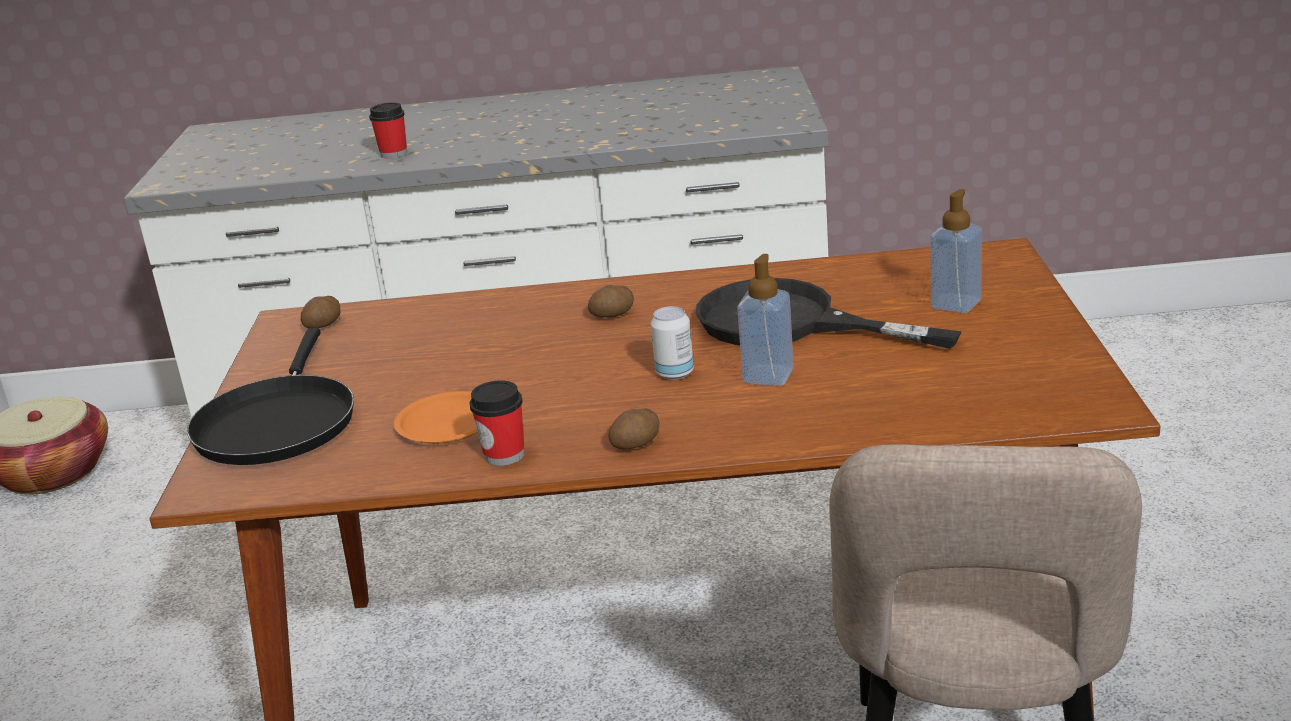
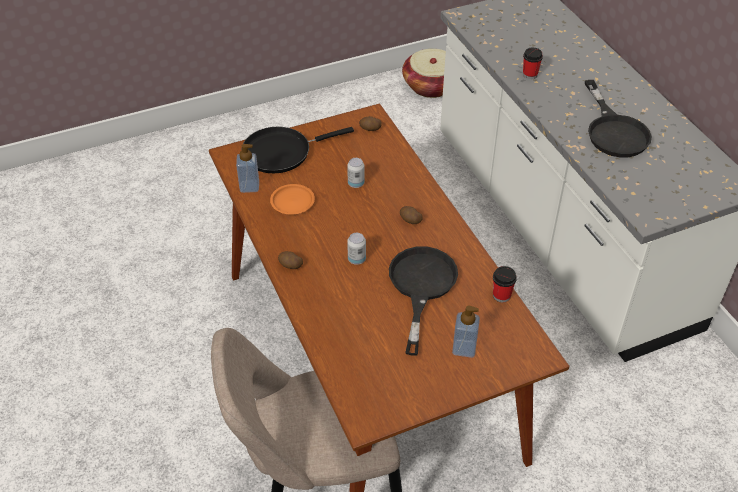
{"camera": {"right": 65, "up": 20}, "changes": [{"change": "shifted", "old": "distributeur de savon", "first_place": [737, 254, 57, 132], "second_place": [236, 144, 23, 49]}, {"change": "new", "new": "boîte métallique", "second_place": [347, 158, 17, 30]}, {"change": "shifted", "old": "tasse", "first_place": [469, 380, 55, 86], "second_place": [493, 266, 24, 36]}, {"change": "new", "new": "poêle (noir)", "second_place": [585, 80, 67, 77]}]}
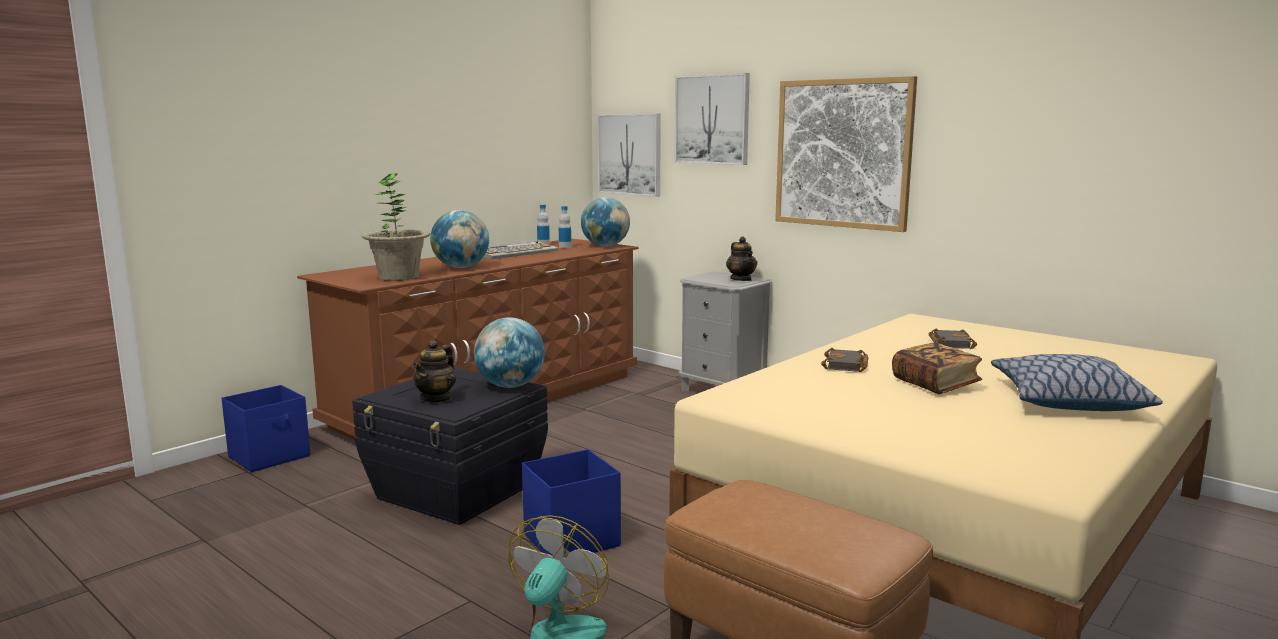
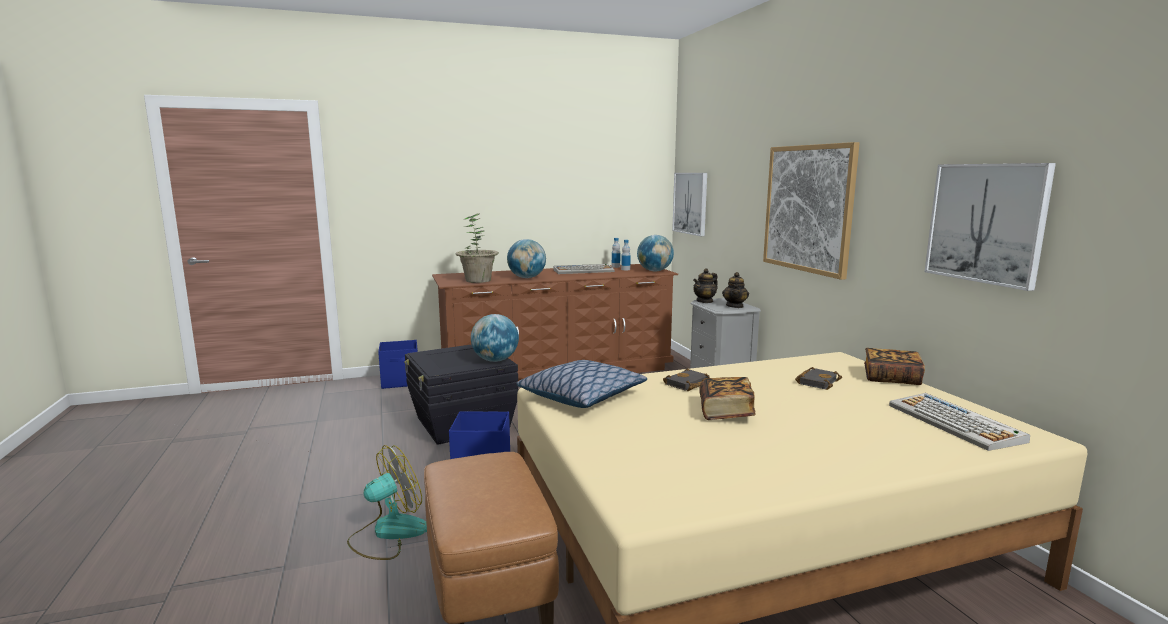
{"camera": {"right": 30, "up": 0}, "changes": [{"change": "shifted", "old": "coussin", "first_place": [991, 354, 172, 57], "second_place": [516, 360, 131, 48]}, {"change": "shifted", "old": "théière", "first_place": [413, 340, 43, 63], "second_place": [693, 268, 25, 35]}, {"change": "new", "new": "livre", "second_place": [864, 348, 61, 37]}, {"change": "new", "new": "clavier", "second_place": [889, 393, 141, 58]}, {"change": "shifted", "old": "tableau", "first_place": [675, 73, 75, 92], "second_place": [925, 163, 131, 128]}]}
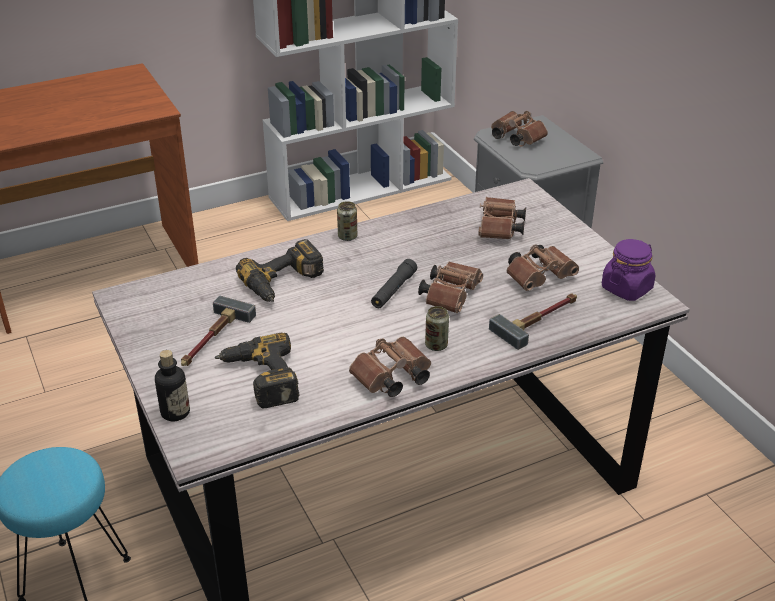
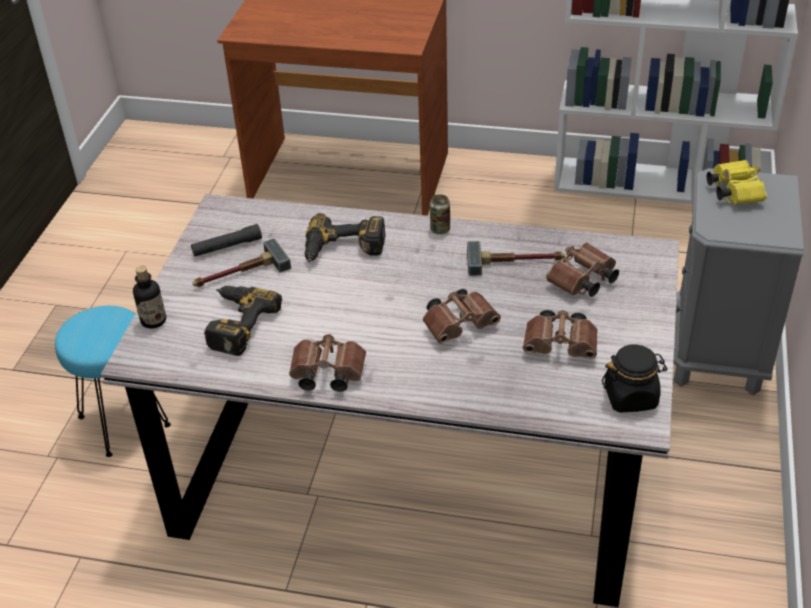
{"camera": {"right": 40, "up": 5}, "changes": [{"change": "shifted", "old": "lampe de poche (noir)", "first_place": [371, 259, 46, 49], "second_place": [191, 224, 71, 32]}, {"change": "shifted", "old": "marteau", "first_place": [489, 293, 88, 57], "second_place": [467, 241, 98, 35]}, {"change": "repainted", "old": "bocal (violet)", "new": "bocal (noir)", "first_place": [602, 239, 53, 62], "second_place": [602, 344, 66, 69]}, {"change": "repainted", "old": "jumelles (marron)", "new": "jumelles (jaune)", "first_place": [491, 111, 57, 36], "second_place": [707, 160, 60, 44]}, {"change": "gone", "old": "boîte métallique", "first_place": [425, 306, 24, 45]}]}
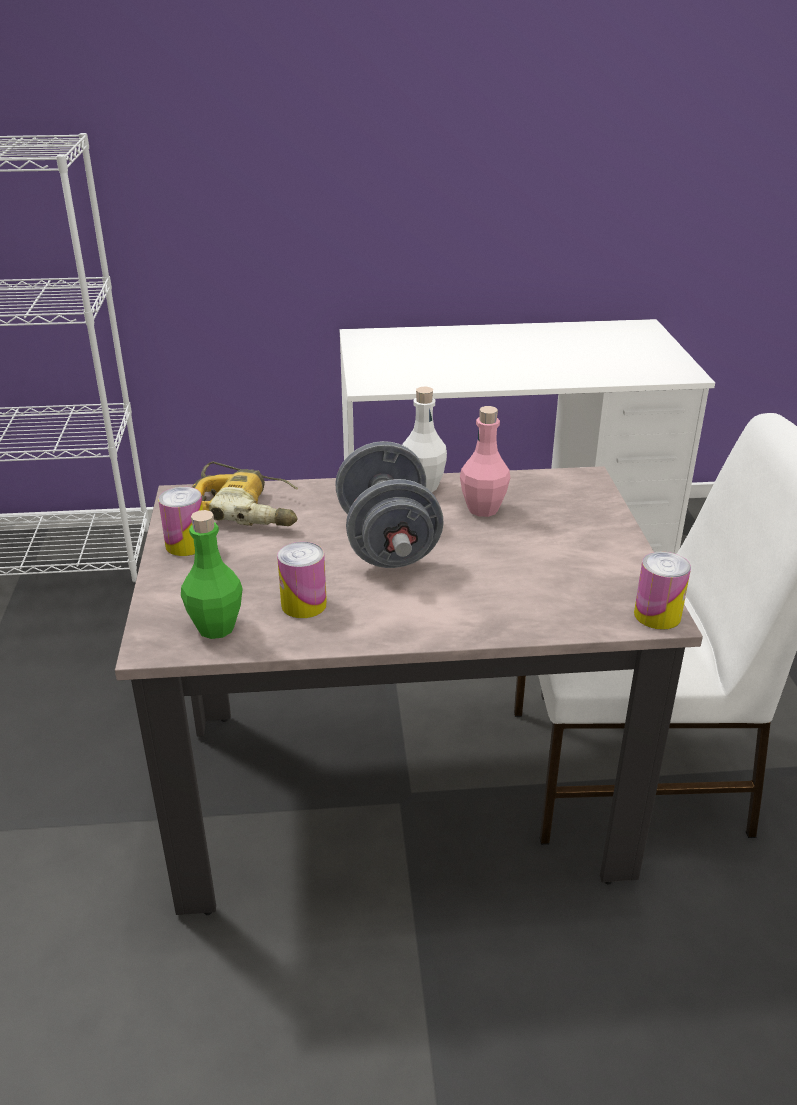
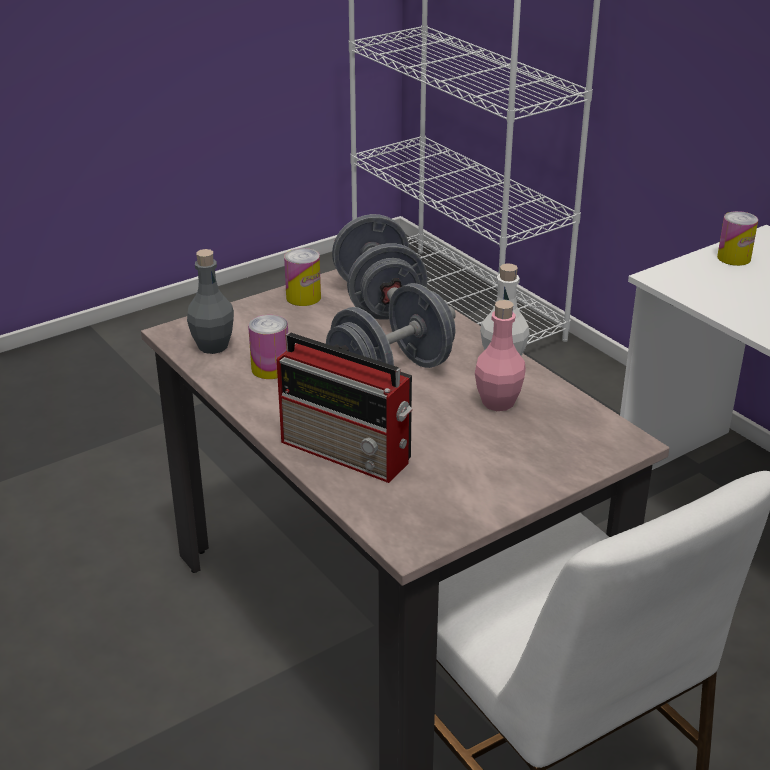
{"camera": {"right": 60, "up": 0}, "changes": [{"change": "repainted", "old": "bouteille (vert)", "new": "bouteille (gris)", "first_place": [181, 510, 62, 129], "second_place": [187, 249, 47, 105]}, {"change": "new", "new": "radio", "second_place": [277, 333, 135, 150]}, {"change": "swapped", "old": "perceuse", "new": "haltère (gris)", "first_place": [192, 462, 106, 64], "second_place": [332, 214, 96, 106]}, {"change": "shifted", "old": "boîte métallique", "first_place": [634, 552, 57, 78], "second_place": [717, 211, 41, 55]}]}
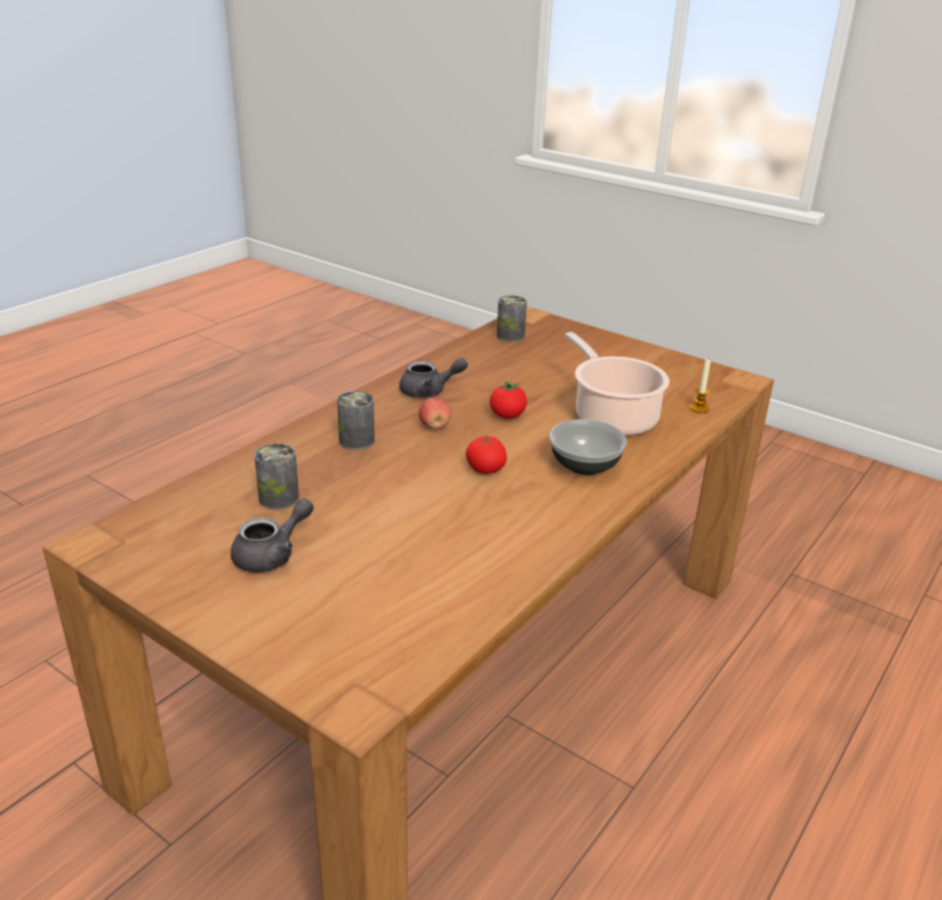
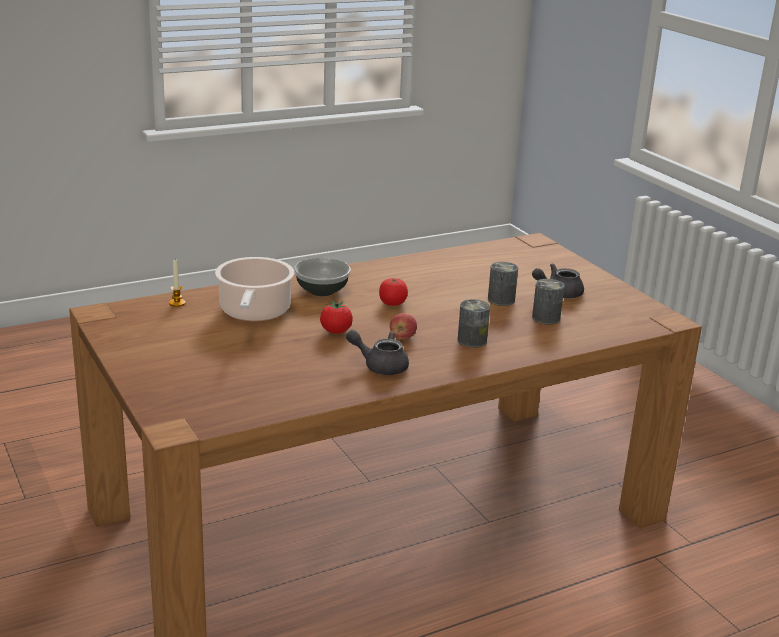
{"camera": {"right": -155, "up": -5}, "changes": [{"change": "shifted", "old": "boîte métallique", "first_place": [497, 295, 30, 47], "second_place": [488, 262, 30, 44]}]}
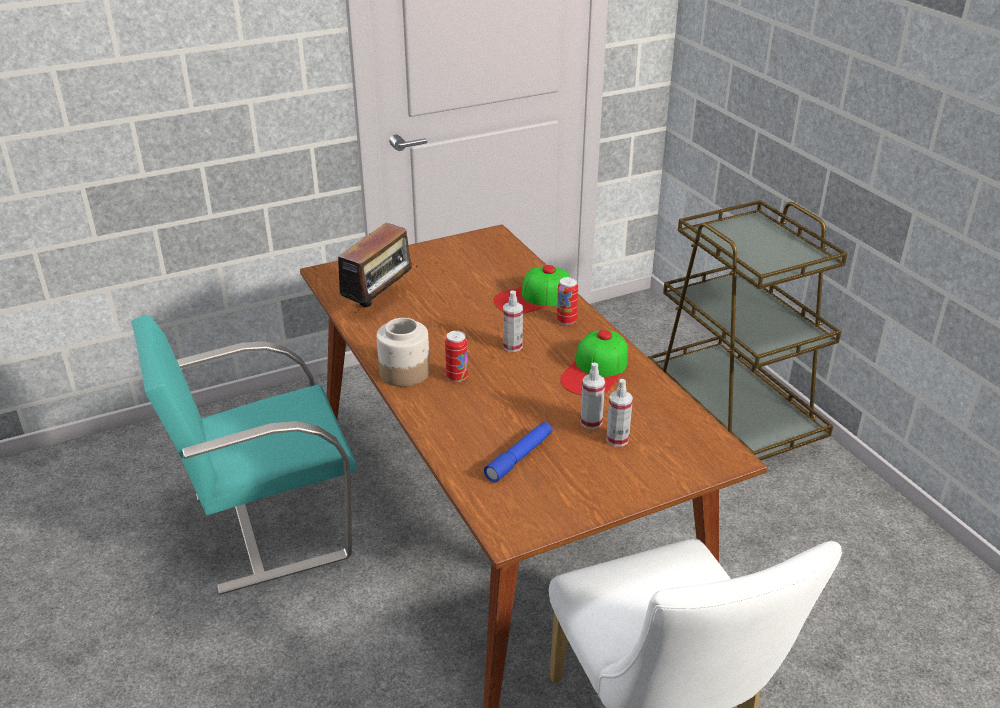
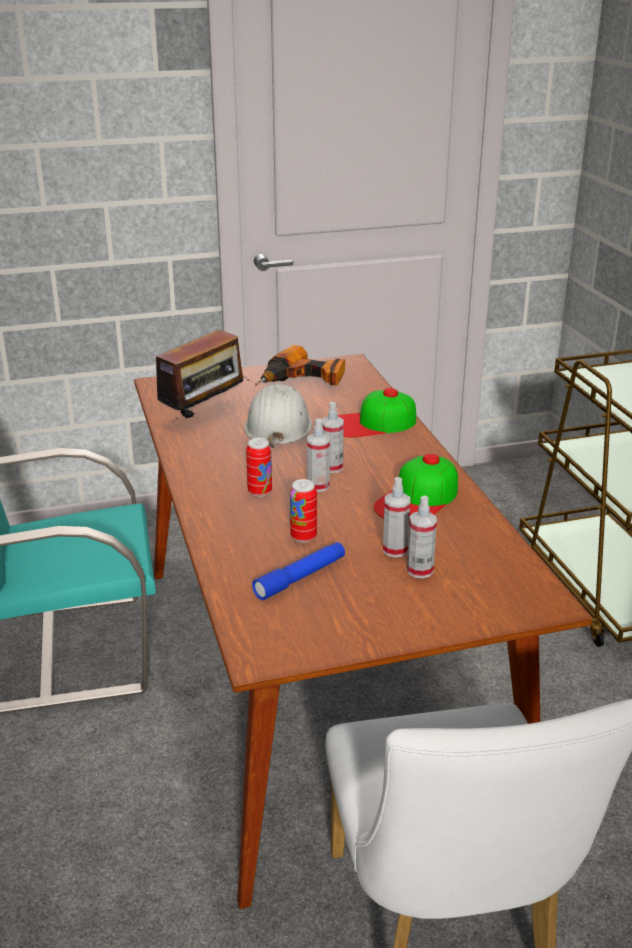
{"camera": {"right": 10, "up": -5}, "changes": [{"change": "new", "new": "casque de chantier (blanc)", "second_place": [245, 384, 67, 64]}, {"change": "new", "new": "perceuse", "second_place": [255, 345, 90, 41]}, {"change": "shifted", "old": "boîte métallique", "first_place": [557, 277, 21, 48], "second_place": [290, 479, 27, 63]}, {"change": "new", "new": "vaporisateur", "second_place": [307, 418, 23, 74]}, {"change": "gone", "old": "bocal", "first_place": [377, 318, 53, 69]}]}
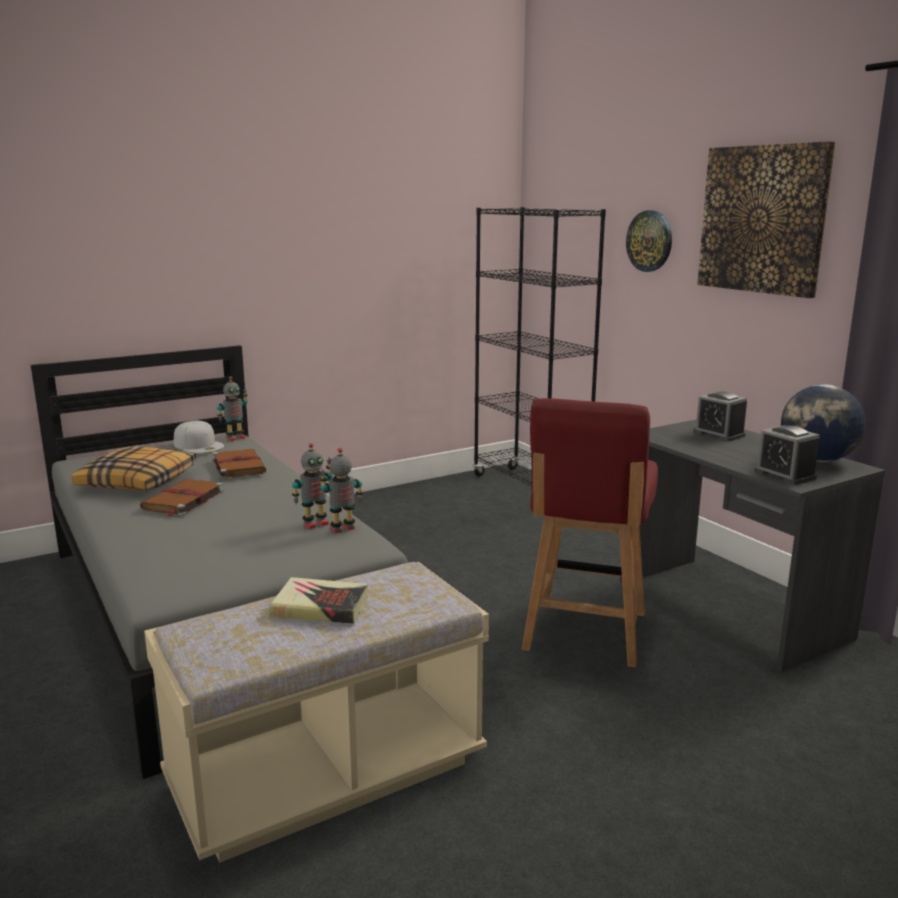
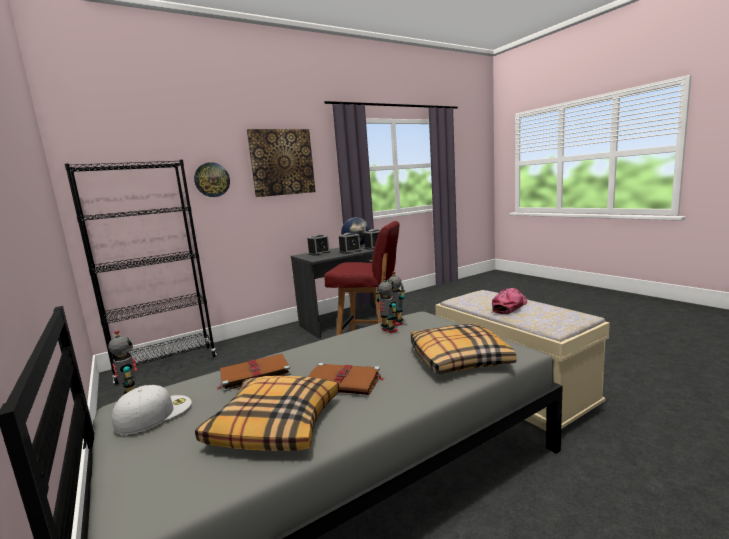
{"camera": {"right": -90, "up": -5}, "changes": [{"change": "new", "new": "réveil", "second_place": [339, 233, 23, 21]}, {"change": "new", "new": "coussin", "second_place": [411, 323, 105, 51]}, {"change": "swapped", "old": "livre", "new": "casquette", "first_place": [270, 577, 98, 47], "second_place": [492, 288, 35, 26]}]}
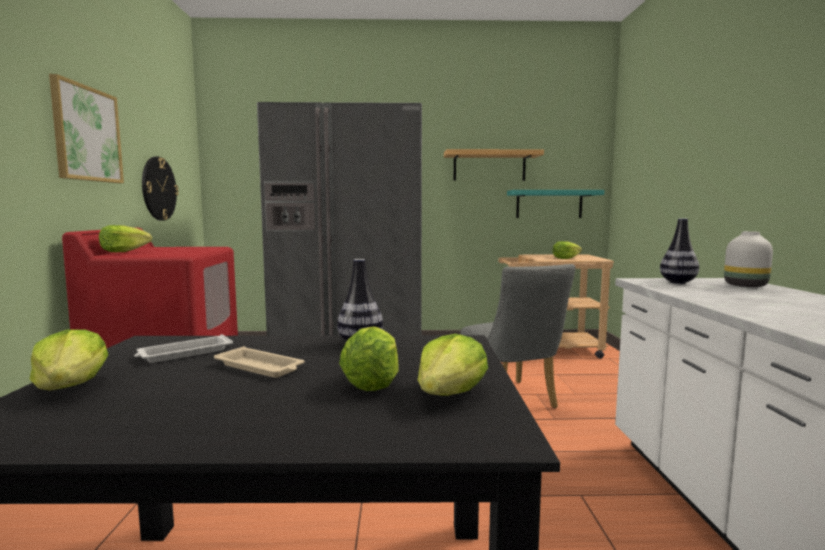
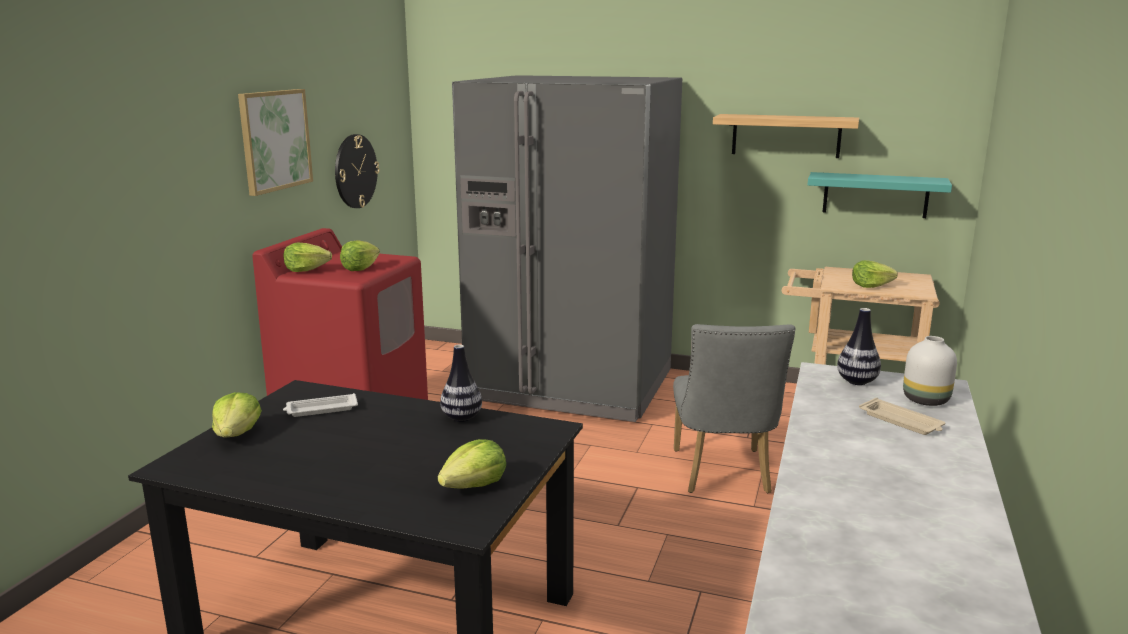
{"camera": {"right": 20, "up": 10}, "changes": [{"change": "shifted", "old": "laitue", "first_place": [339, 326, 60, 65], "second_place": [340, 240, 40, 31]}, {"change": "shifted", "old": "plateau (beige)", "first_place": [214, 346, 91, 32], "second_place": [859, 398, 86, 37]}]}
